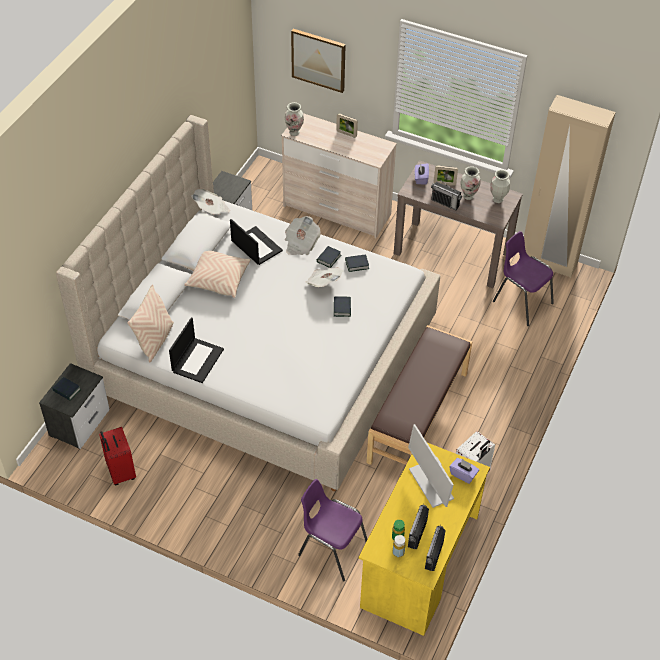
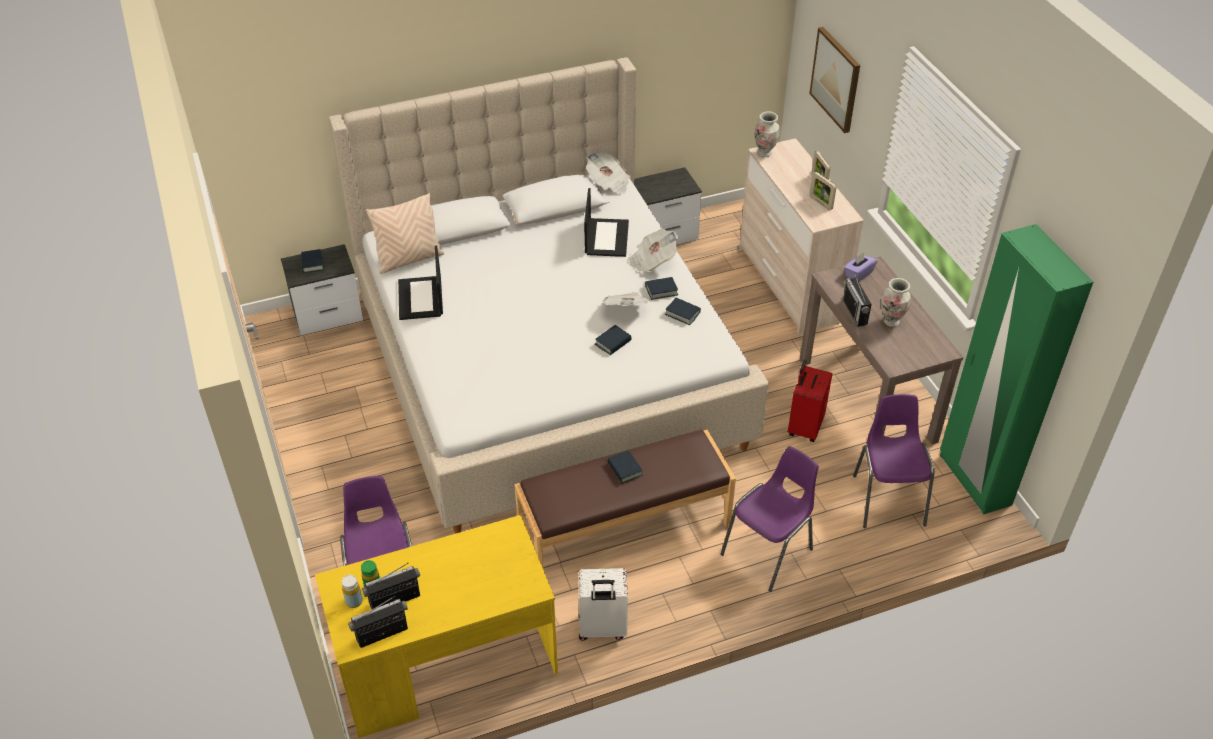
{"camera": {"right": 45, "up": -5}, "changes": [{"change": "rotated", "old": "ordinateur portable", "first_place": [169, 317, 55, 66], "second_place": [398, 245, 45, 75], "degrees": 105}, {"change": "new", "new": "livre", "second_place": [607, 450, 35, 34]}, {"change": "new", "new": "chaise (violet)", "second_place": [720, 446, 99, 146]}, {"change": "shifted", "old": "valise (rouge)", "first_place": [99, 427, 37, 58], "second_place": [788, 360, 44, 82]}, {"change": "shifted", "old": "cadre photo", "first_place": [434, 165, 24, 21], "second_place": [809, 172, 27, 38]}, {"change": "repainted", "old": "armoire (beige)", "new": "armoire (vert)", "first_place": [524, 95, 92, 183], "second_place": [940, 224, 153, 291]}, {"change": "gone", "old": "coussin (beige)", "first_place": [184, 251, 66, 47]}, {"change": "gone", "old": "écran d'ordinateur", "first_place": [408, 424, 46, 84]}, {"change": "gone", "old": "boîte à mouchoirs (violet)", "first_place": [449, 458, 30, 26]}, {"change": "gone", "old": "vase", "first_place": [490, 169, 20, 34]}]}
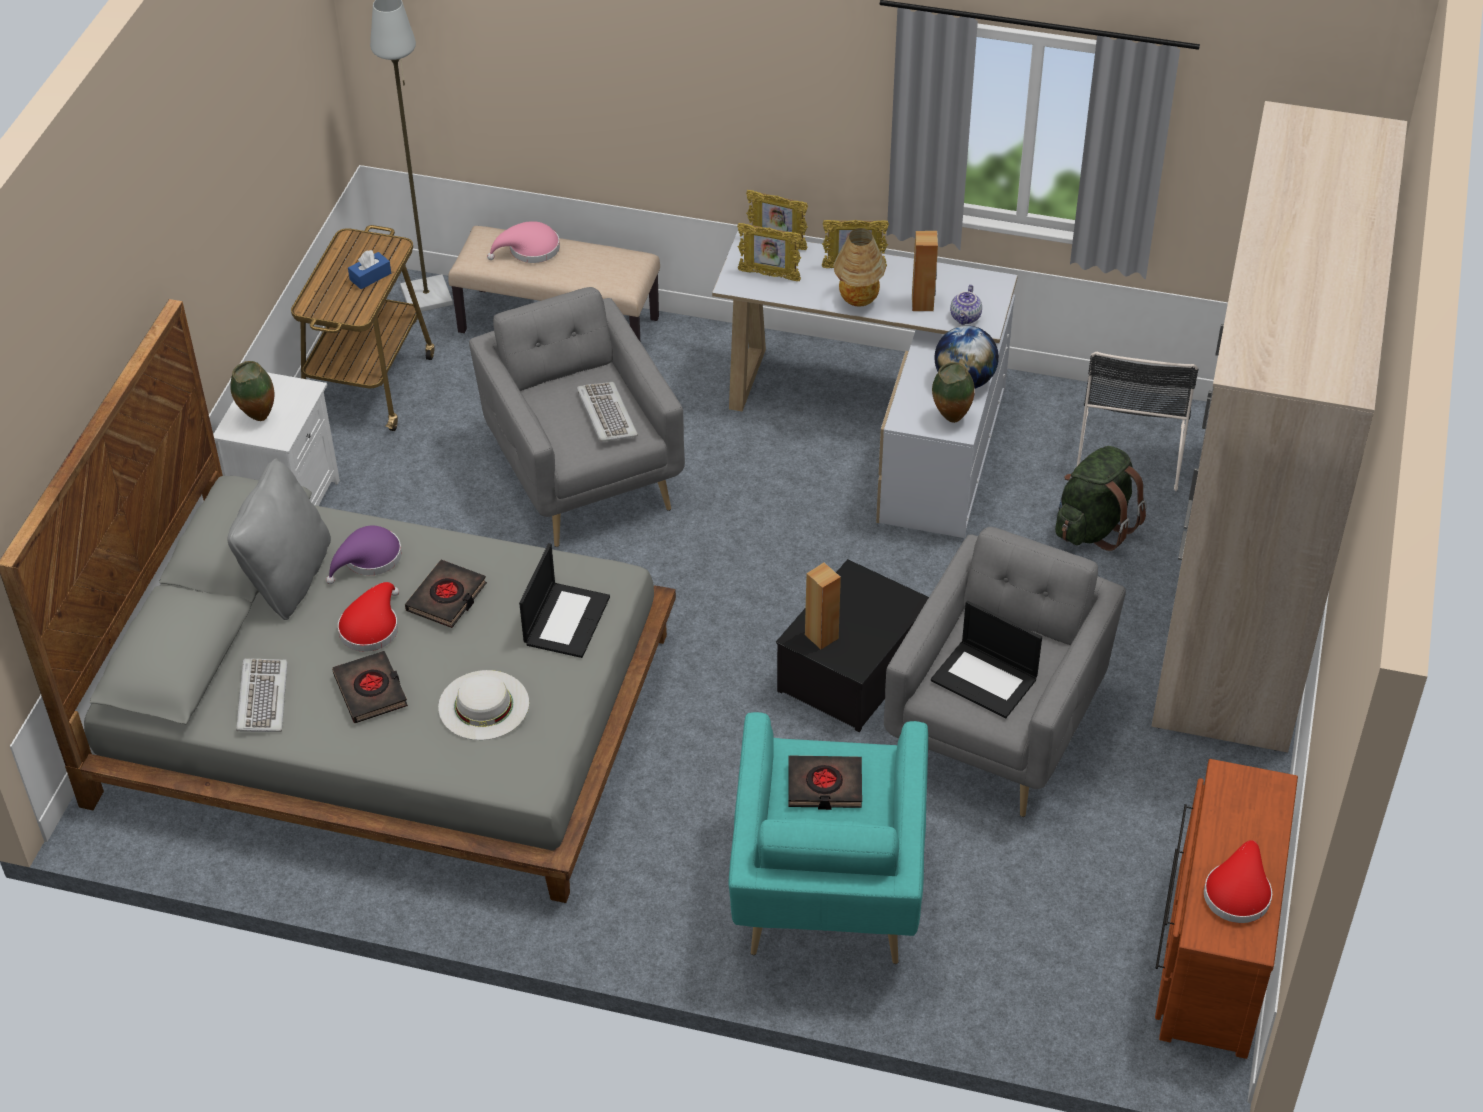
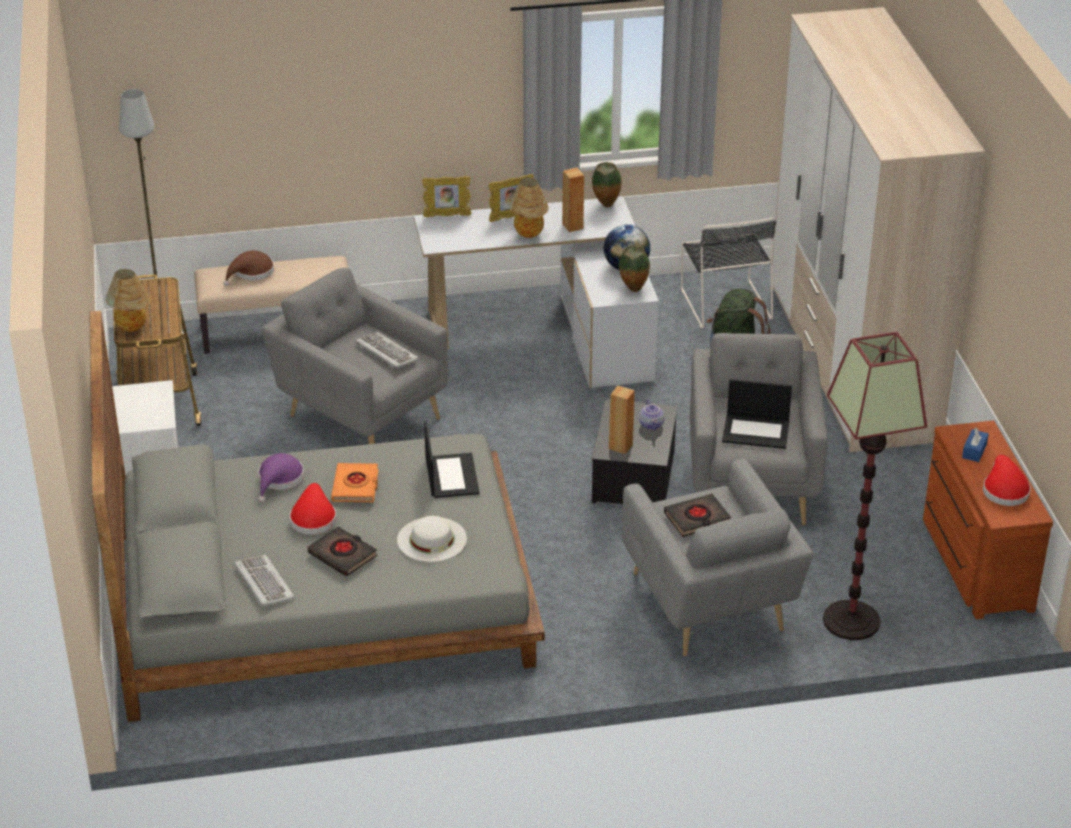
{"camera": {"right": -25, "up": -10}, "changes": [{"change": "new", "new": "lampe de table", "second_place": [105, 269, 46, 63]}, {"change": "repainted", "old": "chapeau (rose)", "new": "chapeau (marron)", "first_place": [487, 221, 73, 42], "second_place": [223, 251, 51, 35]}, {"change": "repainted", "old": "livre (noir)", "new": "livre (orange)", "first_place": [405, 560, 82, 68], "second_place": [331, 463, 48, 39]}, {"change": "shifted", "old": "vase", "first_place": [230, 361, 44, 60], "second_place": [592, 162, 30, 45]}, {"change": "repainted", "old": "fauteuil (turquoise)", "new": "fauteuil (gris)", "first_place": [728, 712, 200, 252], "second_place": [622, 459, 191, 197]}, {"change": "shifted", "old": "théière", "first_place": [950, 285, 32, 40], "second_place": [639, 399, 25, 31]}, {"change": "new", "new": "lampadaire", "second_place": [823, 332, 104, 308]}, {"change": "shifted", "old": "boîte à mouchoirs (bleu)", "first_place": [348, 250, 43, 39], "second_place": [962, 428, 27, 34]}, {"change": "gone", "old": "coussin (gris)", "first_place": [227, 459, 104, 161]}, {"change": "gone", "old": "cadre photo", "first_place": [737, 223, 64, 58]}]}
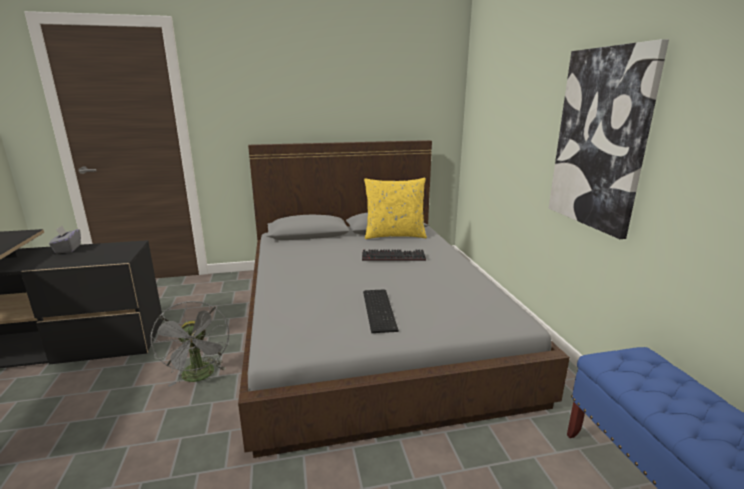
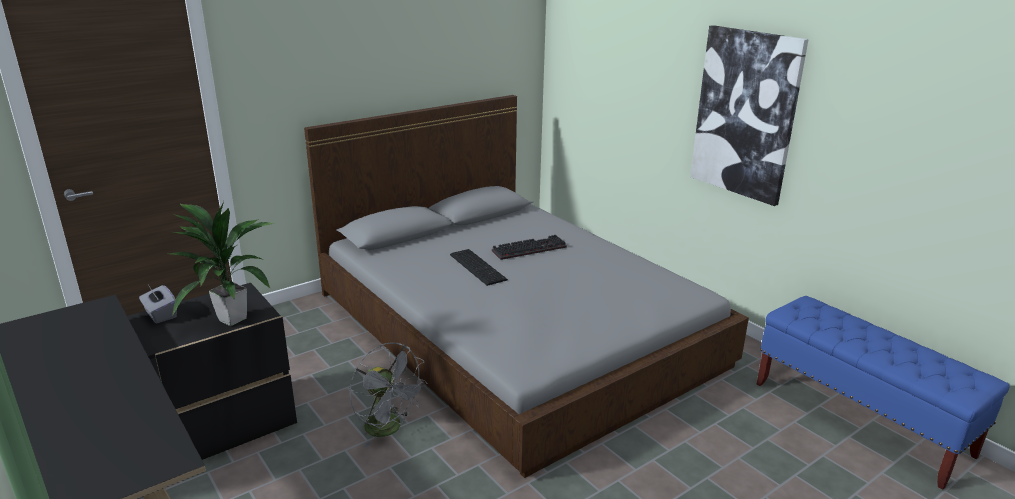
{"camera": {"right": -25, "up": 5}, "changes": [{"change": "new", "new": "plante en pot", "second_place": [169, 201, 108, 125]}, {"change": "shifted", "old": "clavier", "first_place": [363, 289, 36, 44], "second_place": [450, 249, 58, 37]}, {"change": "gone", "old": "coussin (jaune)", "first_place": [364, 178, 63, 61]}]}
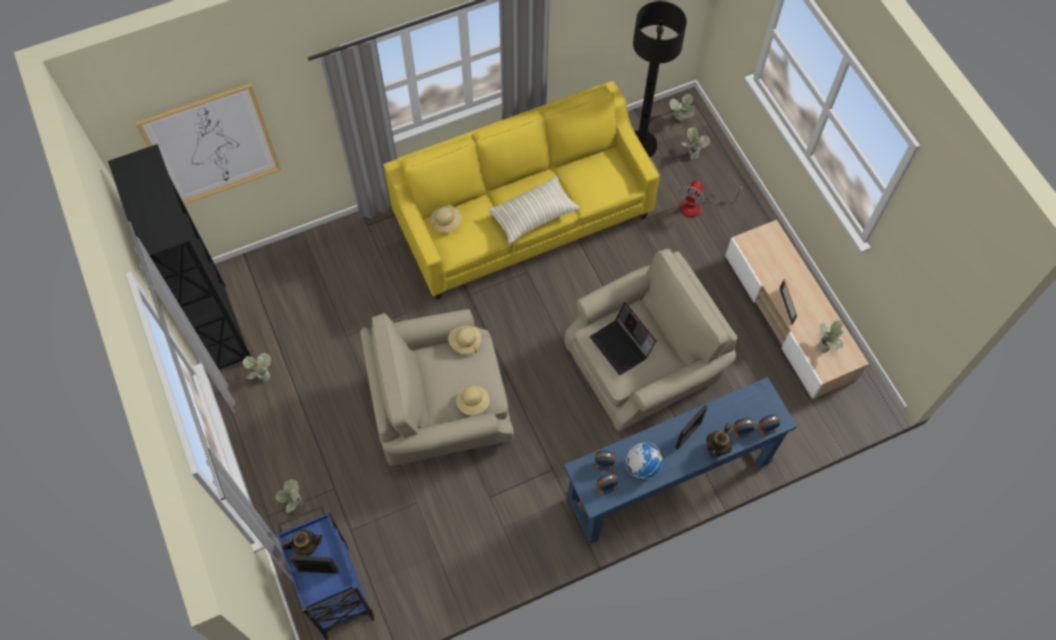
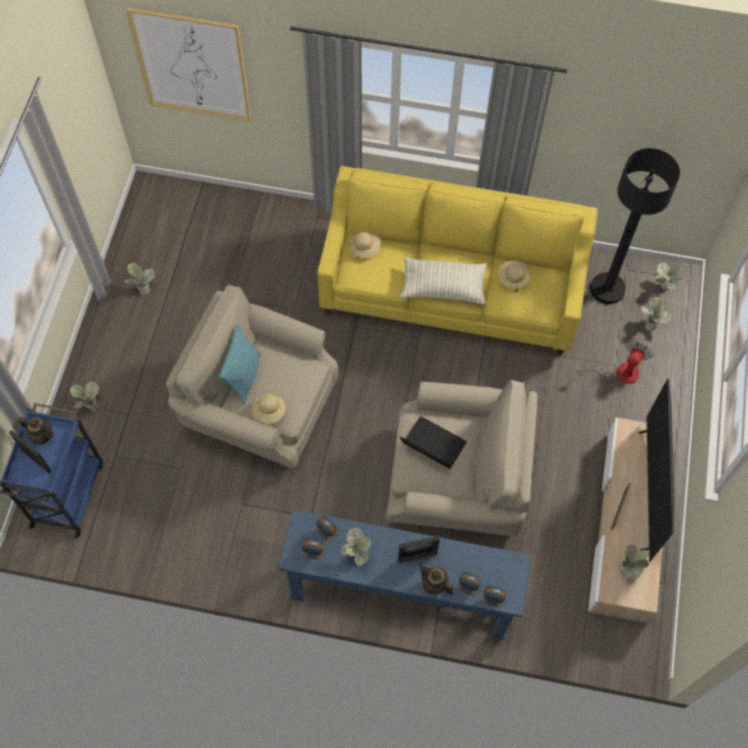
{"camera": {"right": 35, "up": 0}, "changes": [{"change": "new", "new": "coussin (turquoise)", "second_place": [219, 324, 42, 81]}, {"change": "swapped", "old": "globe", "new": "plante en pot", "first_place": [626, 442, 36, 37], "second_place": [341, 528, 30, 38]}, {"change": "rotated", "old": "ordinateur portable", "first_place": [590, 302, 66, 73], "second_place": [400, 416, 67, 53], "degrees": 120}, {"change": "rotated", "old": "théière", "first_place": [706, 424, 26, 33], "second_place": [419, 564, 34, 31], "degrees": 60}, {"change": "shifted", "old": "chapeau (beige)", "first_place": [448, 326, 33, 28], "second_place": [498, 260, 32, 33]}, {"change": "rotated", "old": "ventilateur", "first_place": [679, 180, 64, 37], "second_place": [576, 339, 78, 48], "degrees": 150}, {"change": "new", "new": "téléviseur", "second_place": [638, 378, 37, 184]}, {"change": "gone", "old": "bibliothèque (noir)", "first_place": [108, 144, 144, 225]}]}
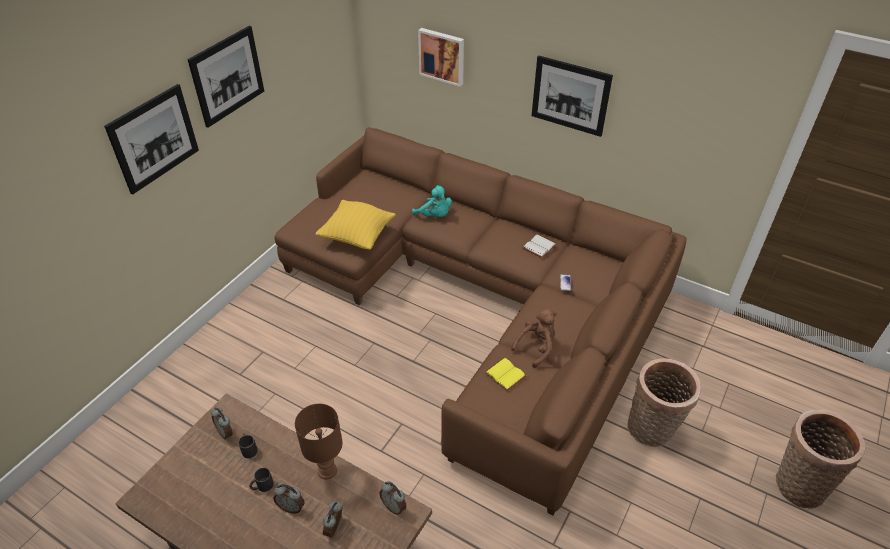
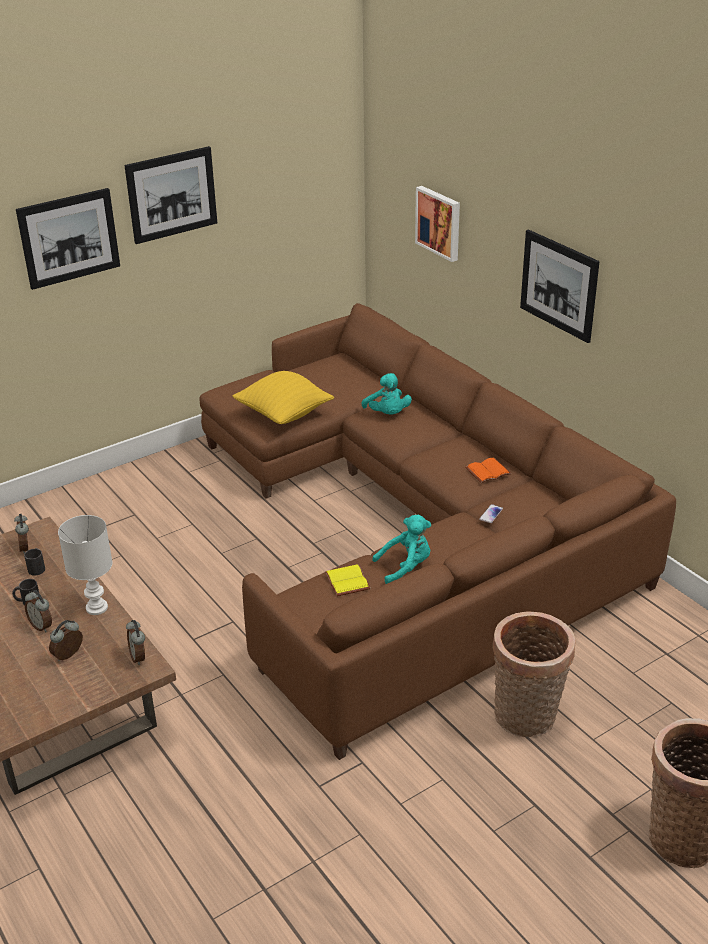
{"camera": {"right": 25, "up": -10}, "changes": [{"change": "repainted", "old": "lampe de table (marron)", "new": "lampe de table (blanc)", "first_place": [295, 404, 48, 76], "second_place": [58, 515, 55, 100]}, {"change": "repainted", "old": "peluche (marron)", "new": "peluche (turquoise)", "first_place": [511, 309, 46, 59], "second_place": [372, 515, 59, 69]}, {"change": "repainted", "old": "livre (blanc)", "new": "livre (orange)", "first_place": [522, 234, 35, 24], "second_place": [465, 458, 47, 25]}]}
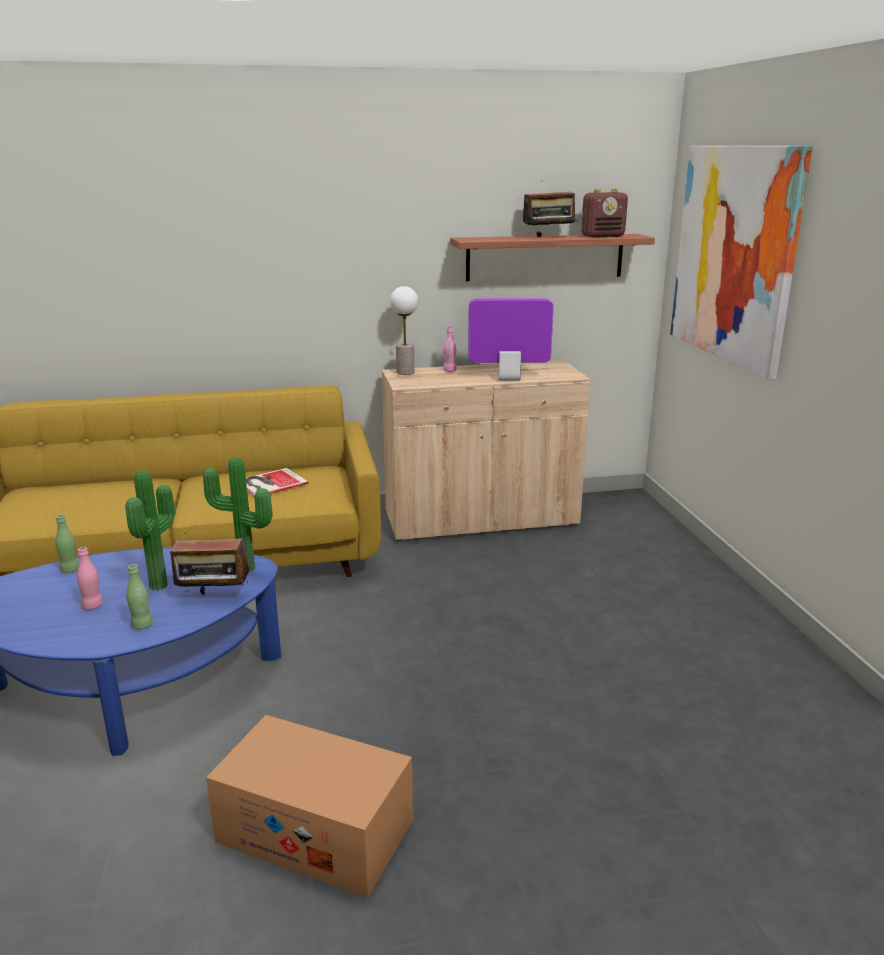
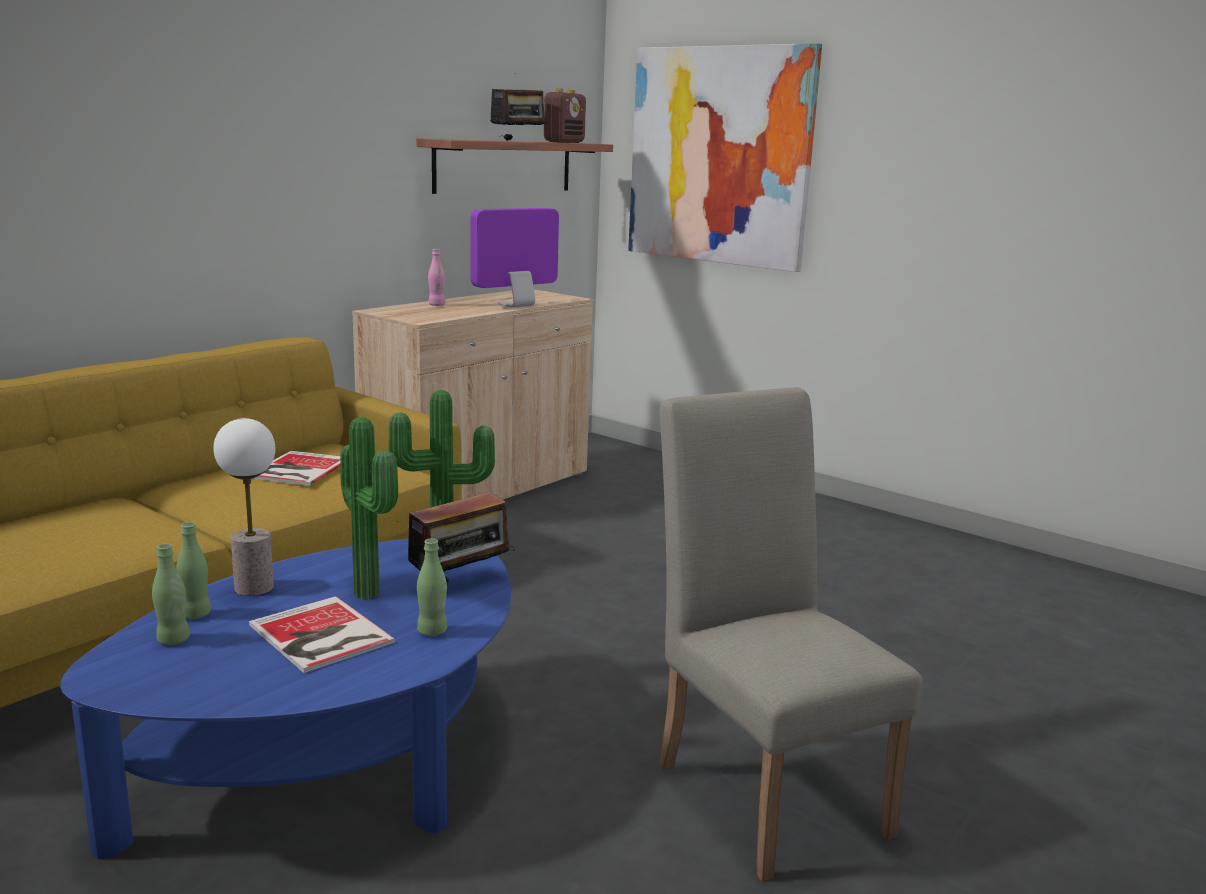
{"camera": {"right": -40, "up": -5}, "changes": [{"change": "new", "new": "bouteille (vert)", "second_place": [152, 544, 38, 101]}, {"change": "shifted", "old": "lampe de table", "first_place": [390, 286, 28, 89], "second_place": [213, 418, 62, 178]}, {"change": "swapped", "old": "bouteille (rose)", "new": "livre", "first_place": [77, 547, 26, 63], "second_place": [249, 596, 147, 77]}, {"change": "swapped", "old": "carton", "new": "chaise (beige)", "first_place": [206, 715, 207, 183], "second_place": [659, 387, 264, 495]}]}
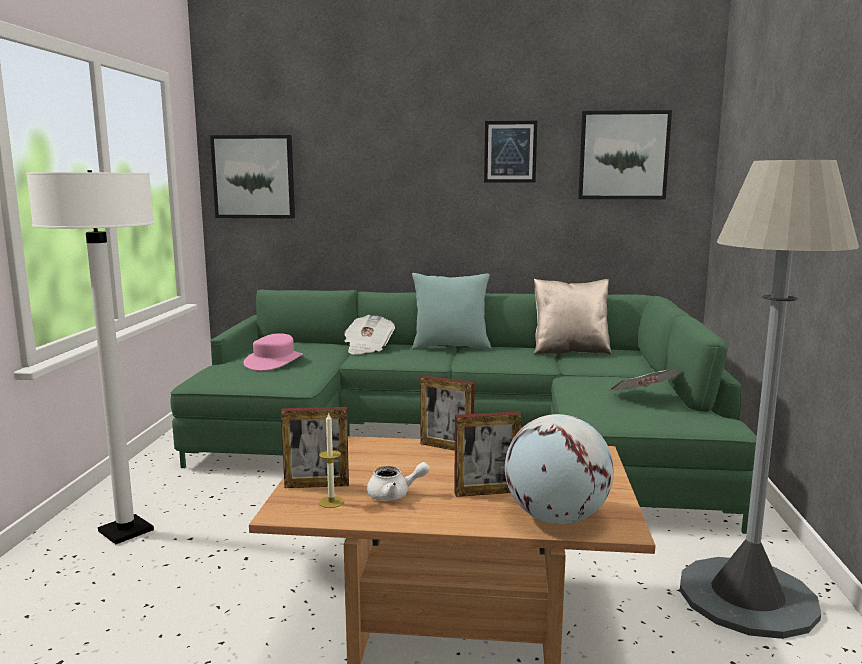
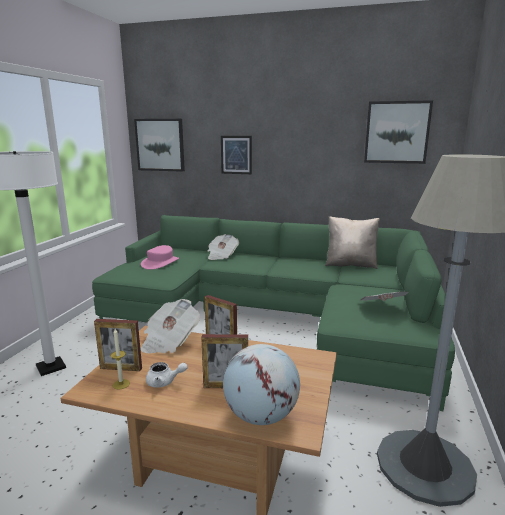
{"camera": {"right": 10, "up": 5}, "changes": [{"change": "new", "new": "journal", "second_place": [140, 299, 60, 54]}, {"change": "shifted", "old": "tableau", "first_place": [484, 121, 53, 62], "second_place": [221, 136, 31, 38]}, {"change": "gone", "old": "coussin (turquoise)", "first_place": [412, 273, 79, 77]}]}
